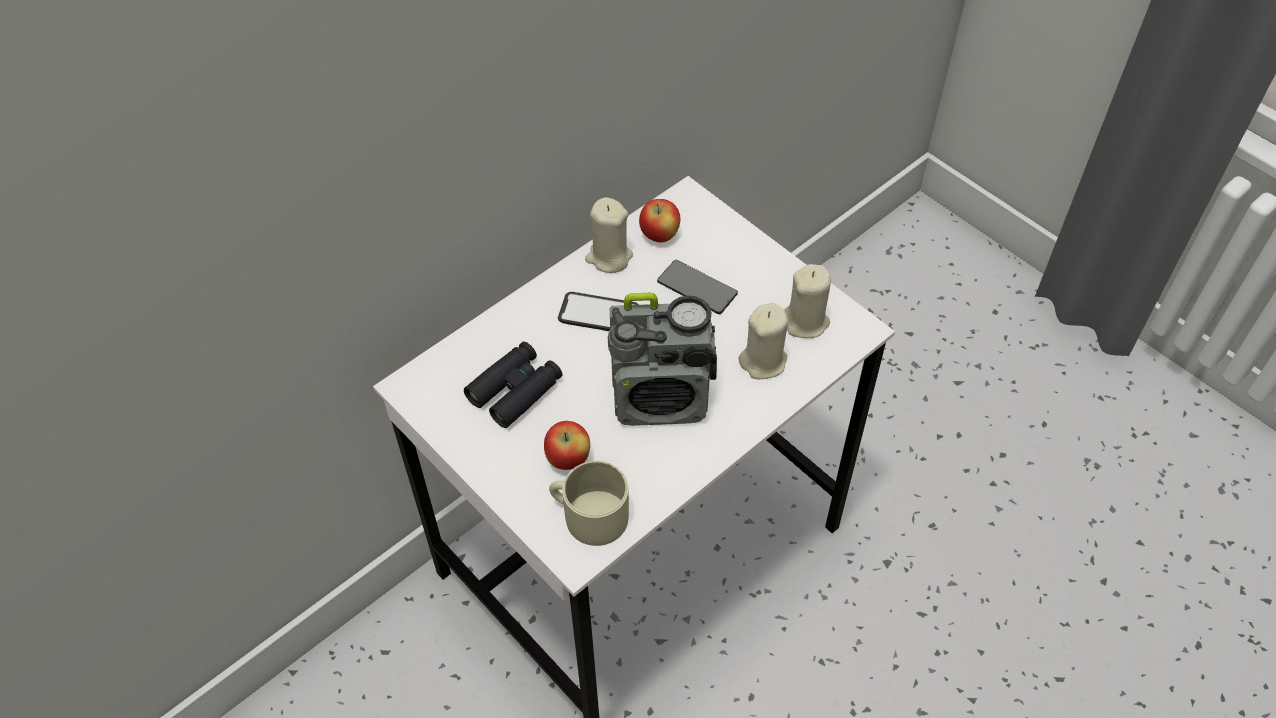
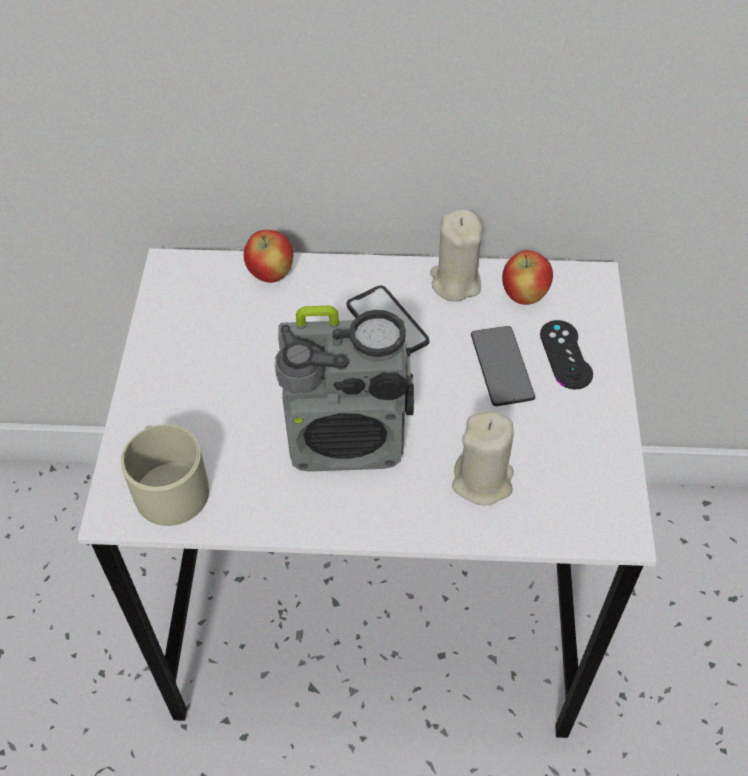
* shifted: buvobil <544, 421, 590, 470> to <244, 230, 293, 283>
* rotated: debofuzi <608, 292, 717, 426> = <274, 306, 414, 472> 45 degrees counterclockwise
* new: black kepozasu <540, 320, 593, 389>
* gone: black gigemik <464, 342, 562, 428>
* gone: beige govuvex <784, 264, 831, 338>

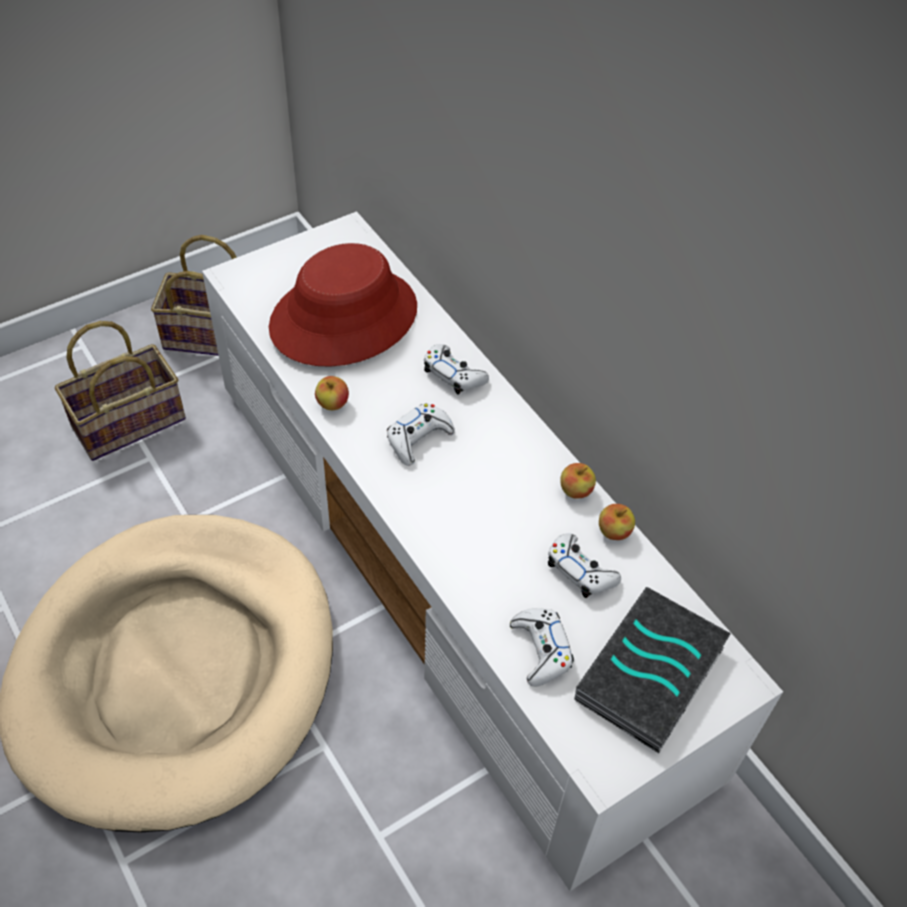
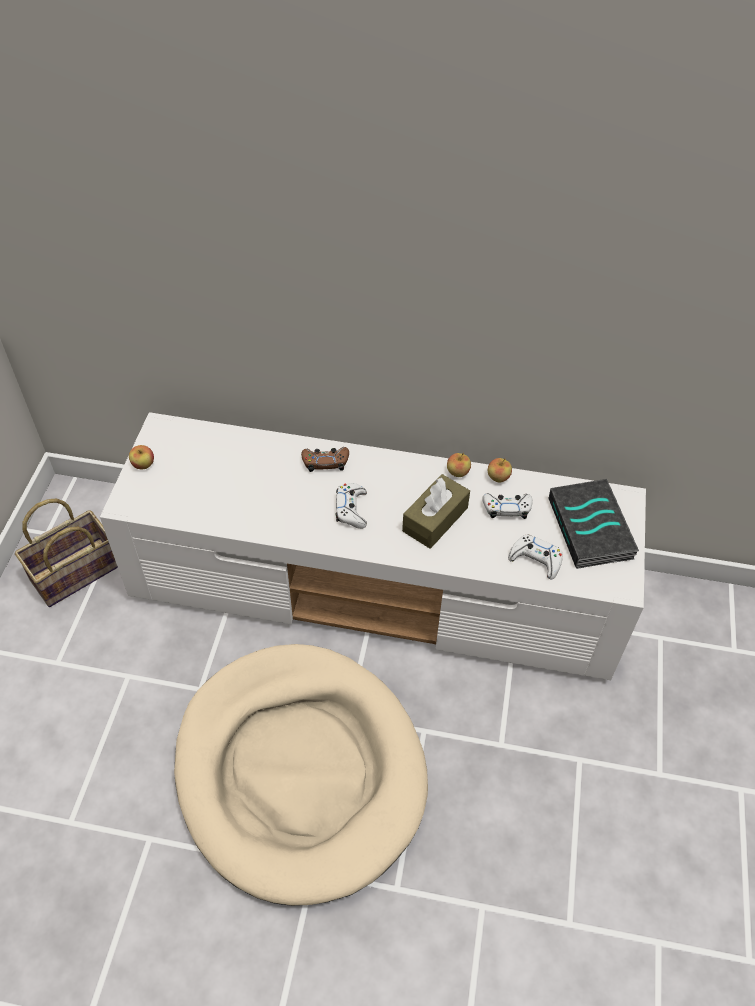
* shifted: buvobil <315, 376, 349, 410> to <129, 445, 154, 470>
* repainted: white kepozasu <424, 344, 489, 394> to brown kepozasu <301, 447, 349, 472>
* new: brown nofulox <402, 474, 470, 549>
* gone: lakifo <55, 321, 186, 461>
* gone: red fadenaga <269, 243, 417, 367>

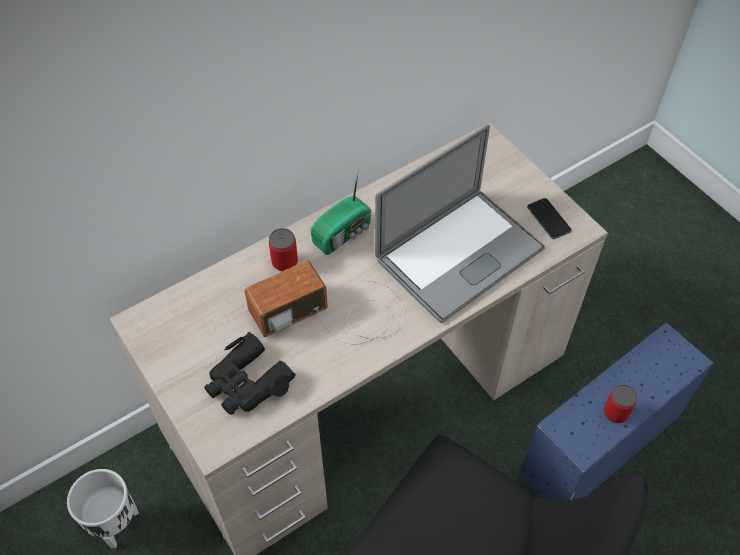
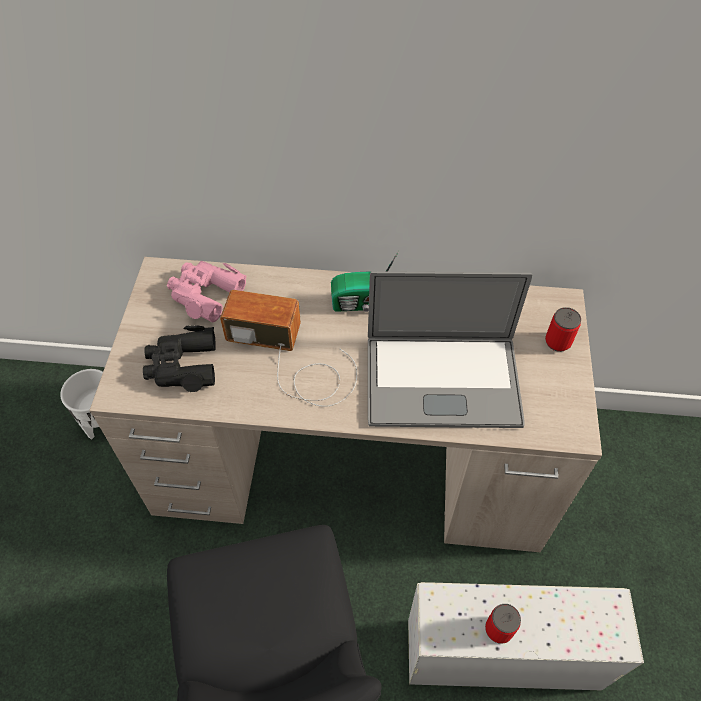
* new: pink gigemik <167, 261, 246, 322>
* repainted: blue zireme <519, 323, 714, 501> to white zireme <408, 582, 644, 691>
* shifted: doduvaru <269, 228, 298, 271> to <545, 307, 581, 352>
* gone: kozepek <527, 198, 572, 239>

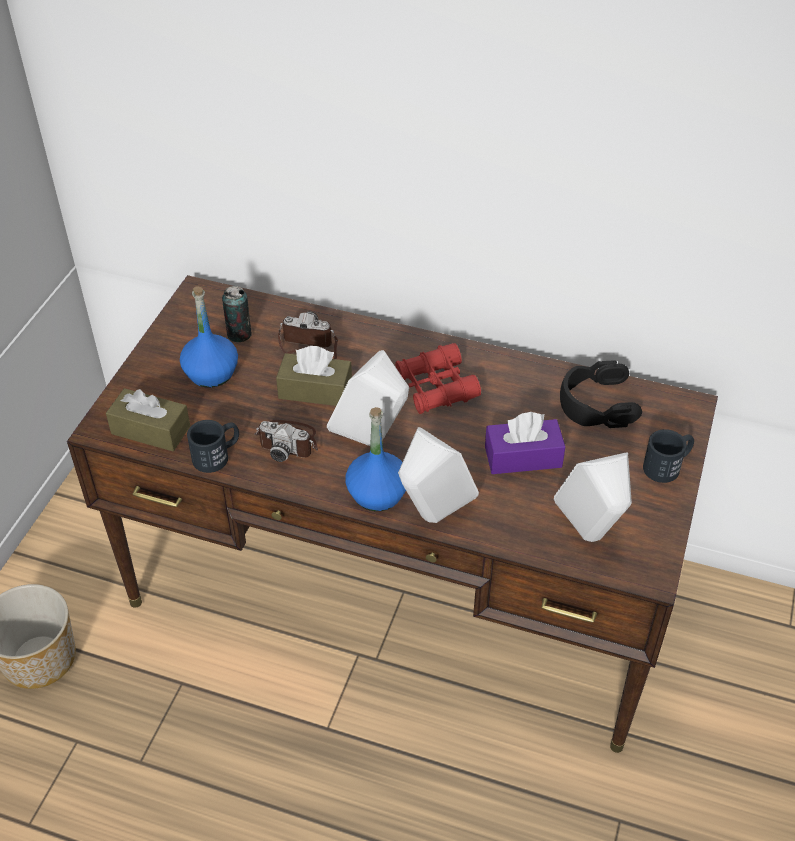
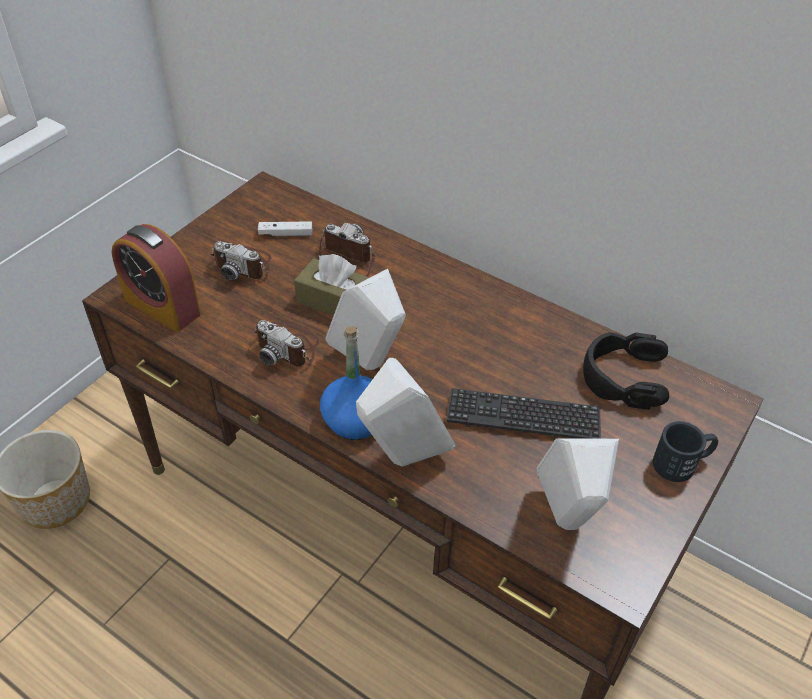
* swapped: brown nofulox <106, 388, 190, 451> to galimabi <112, 224, 201, 332>
* swapped: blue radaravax <180, 287, 238, 388> to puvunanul <211, 241, 272, 280>
* swapped: doduvaru <222, 286, 252, 342> to white kepozasu <258, 221, 312, 236>
* swapped: purple nofulox <485, 412, 565, 474> to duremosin <446, 388, 601, 439>
* gone: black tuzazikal <187, 420, 239, 473>
* gone: red gigemik <395, 343, 481, 414>

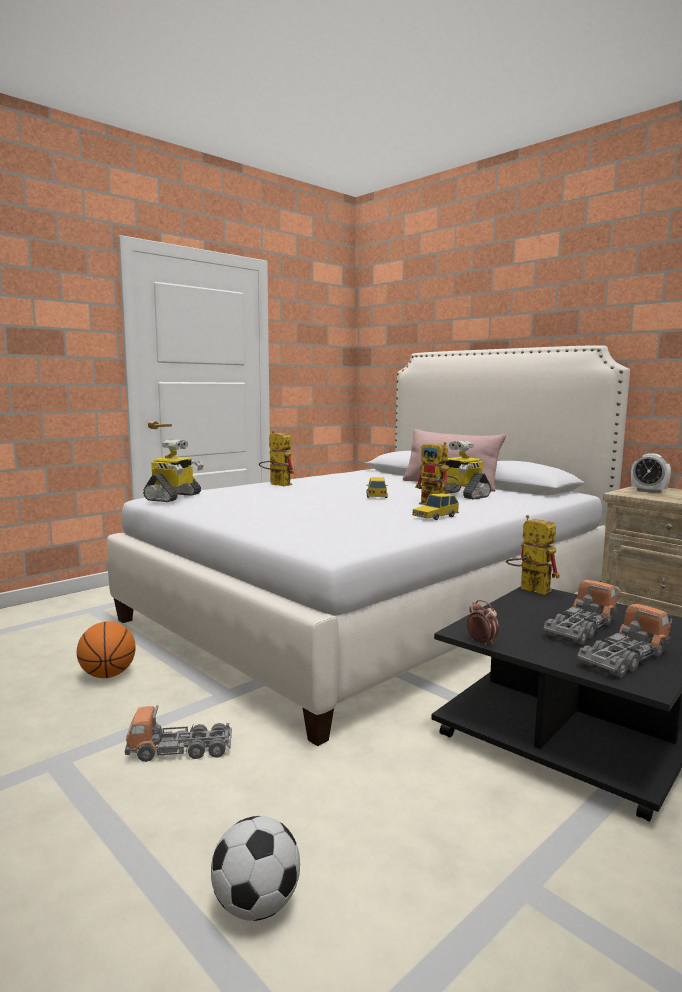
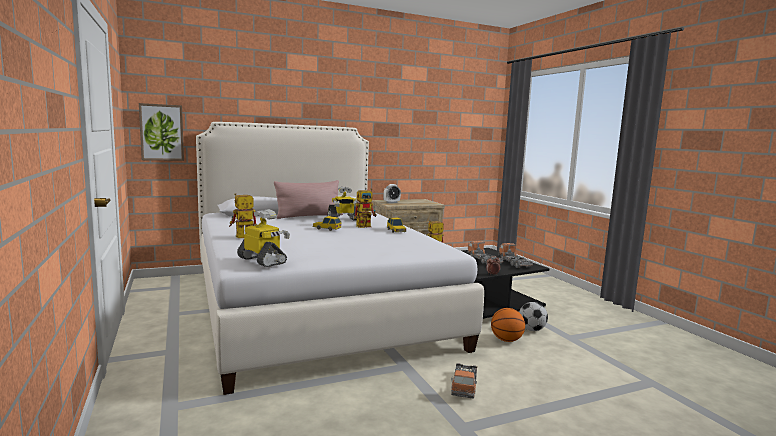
* new: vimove <139, 103, 184, 161>
* shifted: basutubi <77, 621, 136, 678> to <491, 308, 525, 342>
* shifted: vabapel <211, 816, 300, 921> to <519, 302, 548, 331>

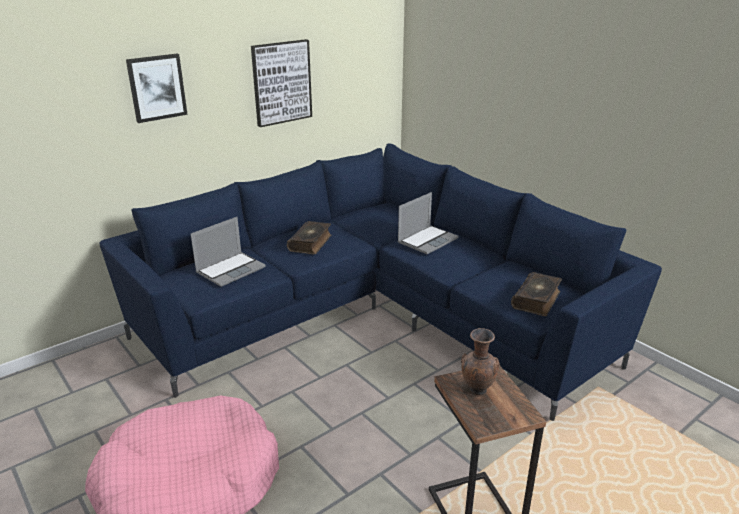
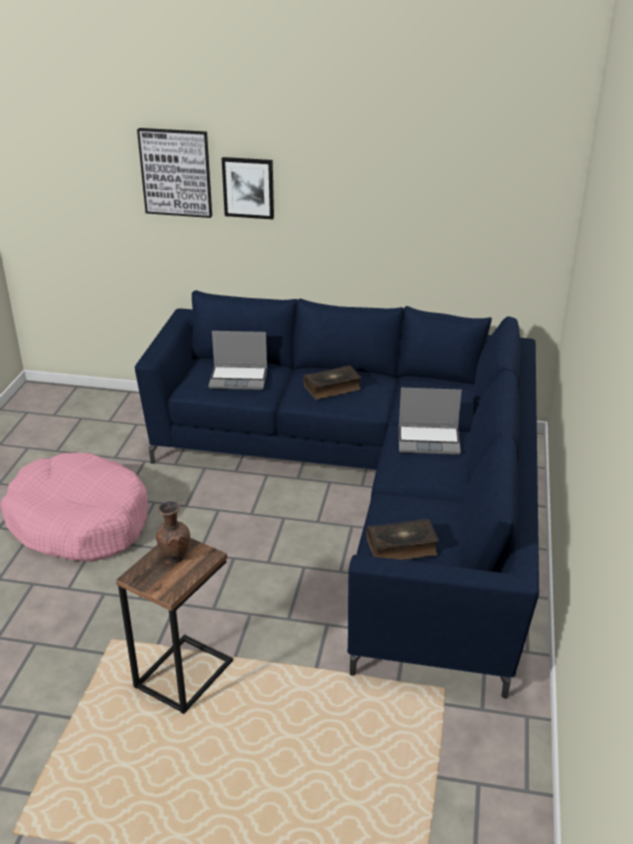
* shifted: vimove <251, 39, 312, 127> to <137, 128, 212, 218>

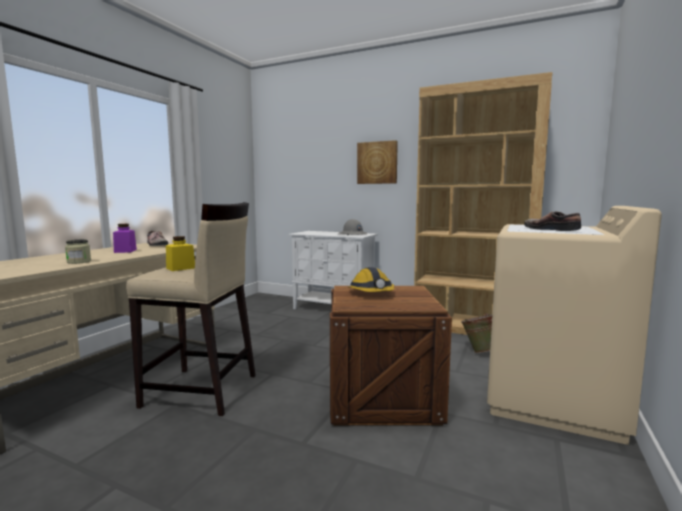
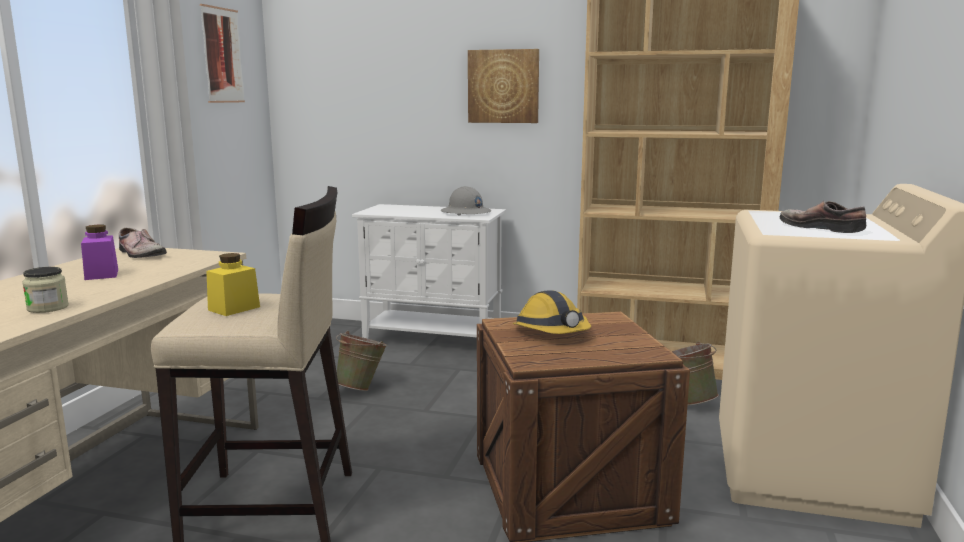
* new: vimove <200, 4, 245, 103>
* new: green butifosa <336, 331, 388, 391>

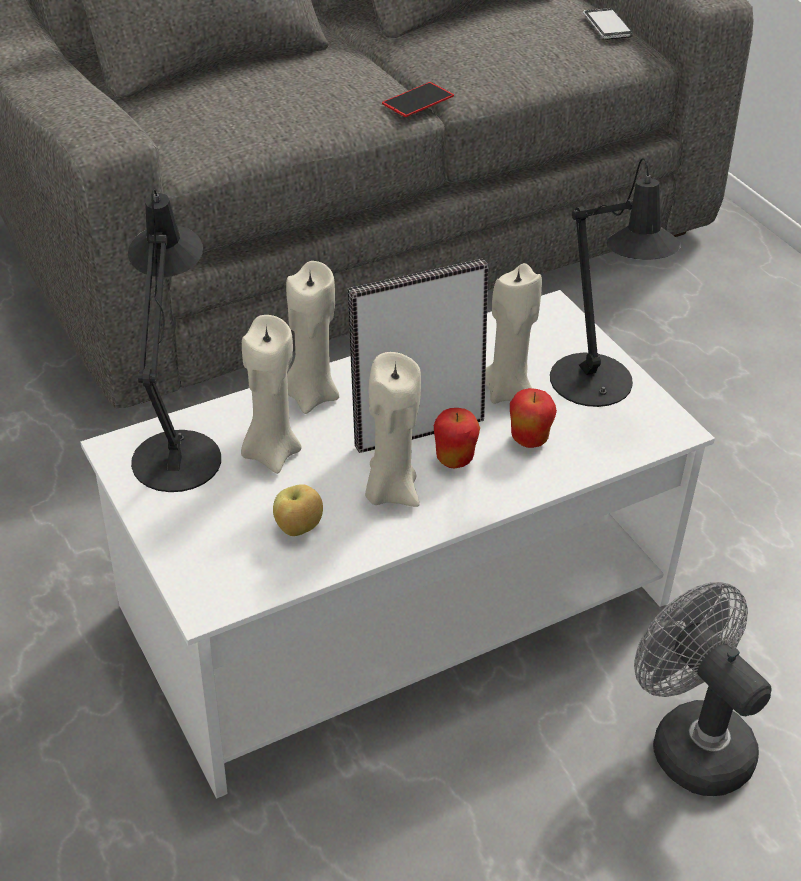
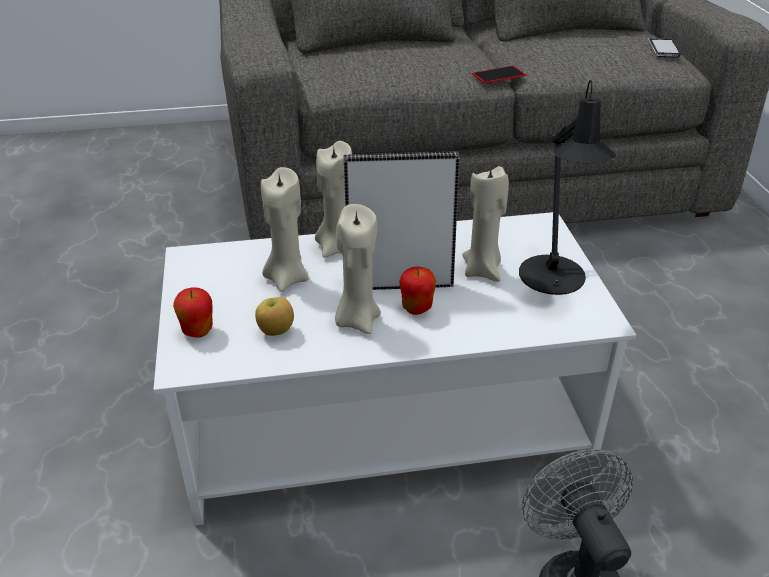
* shifted: buvobil <510, 388, 557, 448> to <173, 287, 213, 337>
* gone: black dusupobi <128, 189, 221, 492>

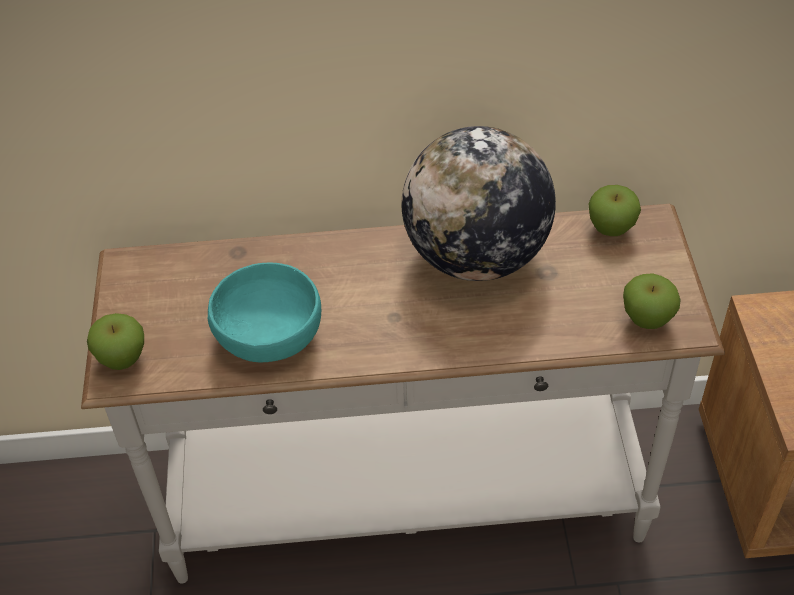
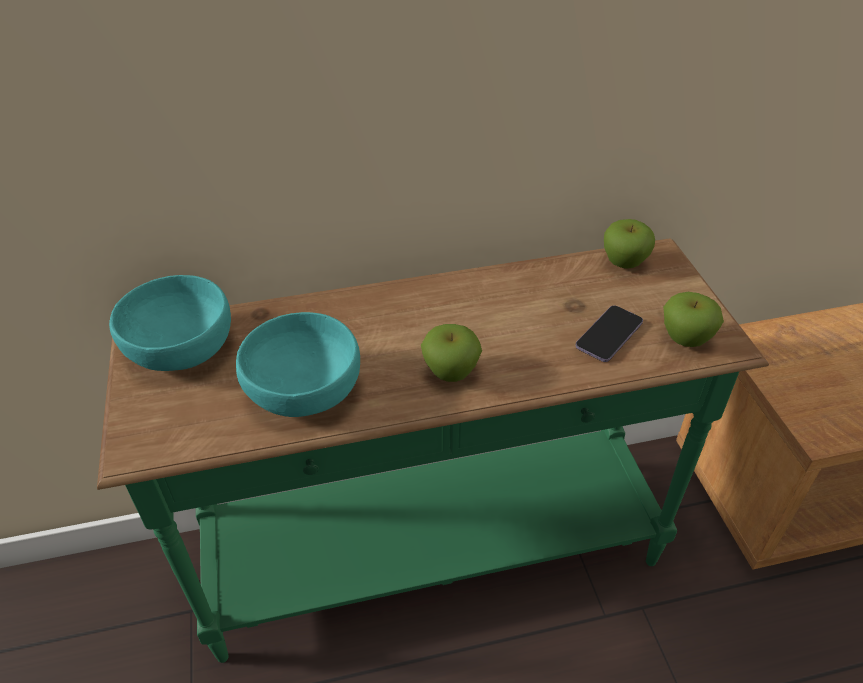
* repainted: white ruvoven <81, 204, 725, 584> to green ruvoven <97, 238, 769, 663>
* new: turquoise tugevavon <109, 275, 231, 371>
* shifted: buvobil <87, 313, 144, 370> to <421, 324, 482, 382>
* new: kozepek <575, 306, 643, 362>
* gone: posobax <401, 126, 556, 281>

